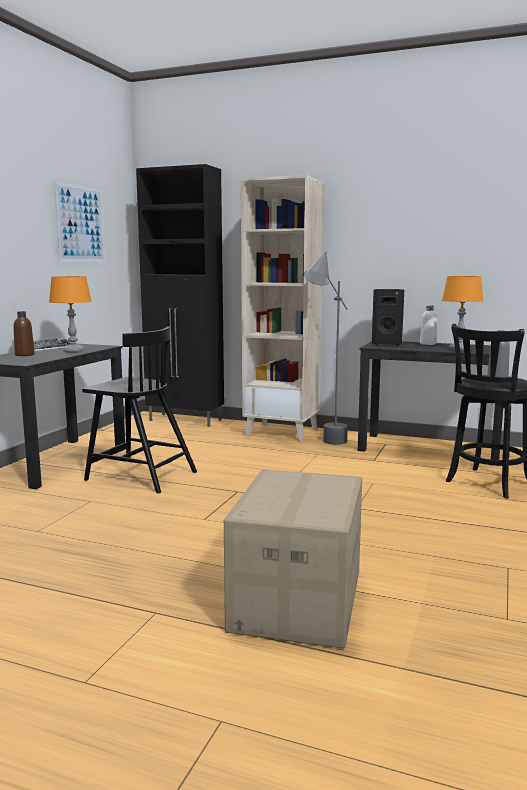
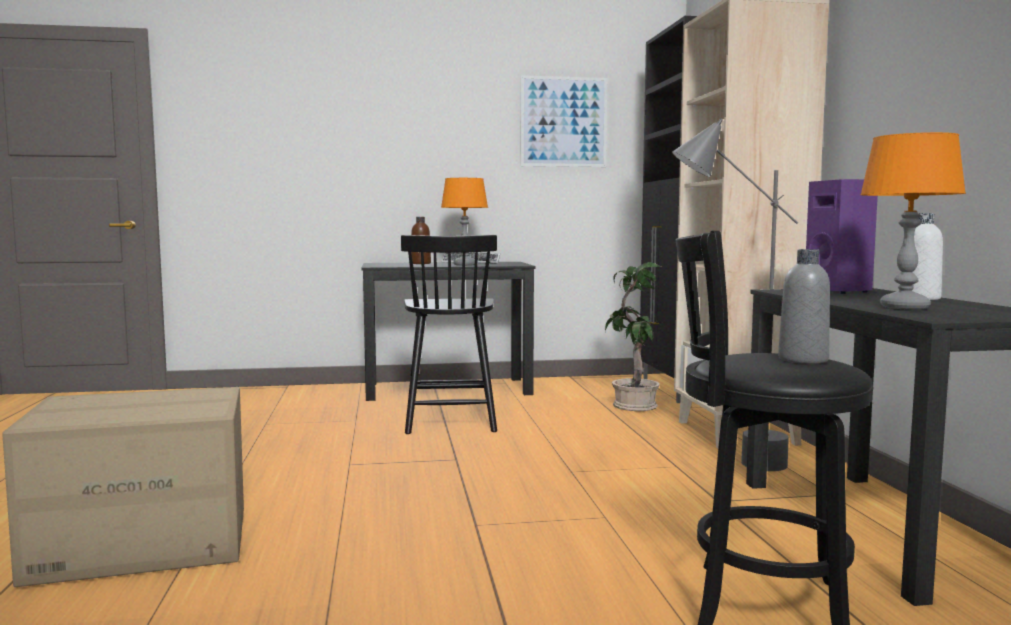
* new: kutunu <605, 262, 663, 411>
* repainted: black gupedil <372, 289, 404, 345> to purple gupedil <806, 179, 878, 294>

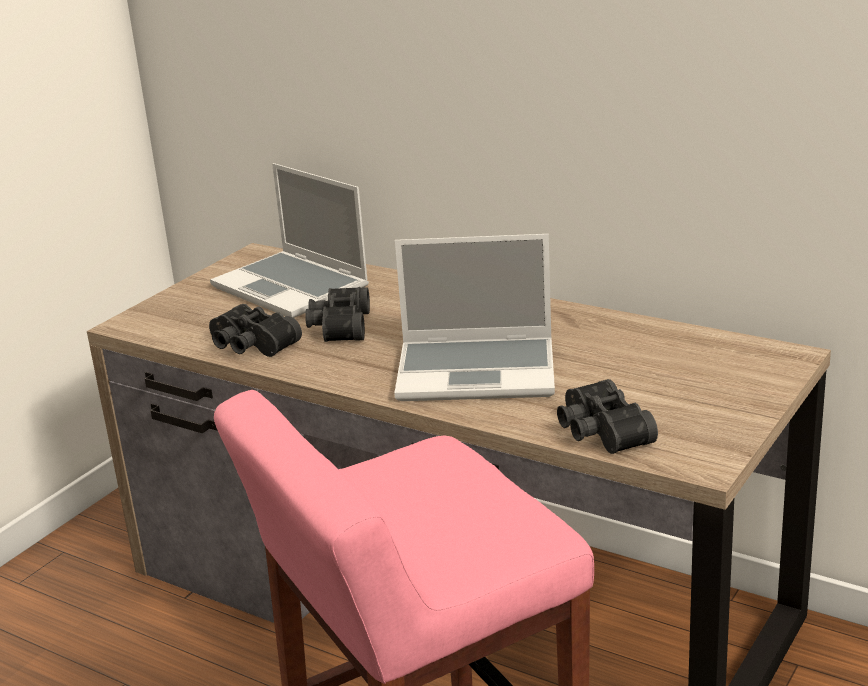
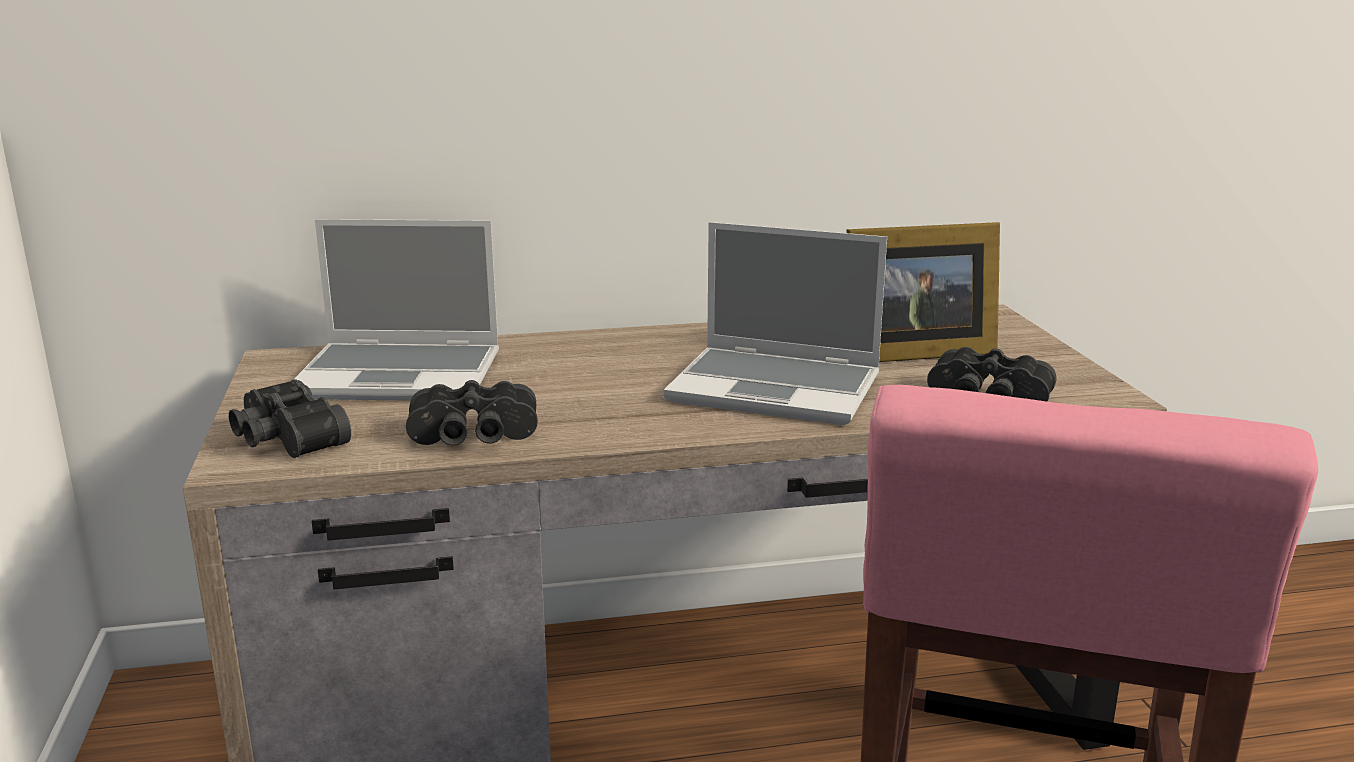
* shifted: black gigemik <305, 287, 370, 342> to <229, 379, 351, 458>
* rotated: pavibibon <394, 234, 555, 401> = <664, 222, 887, 425> 60 degrees clockwise
* new: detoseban <846, 222, 1000, 362>

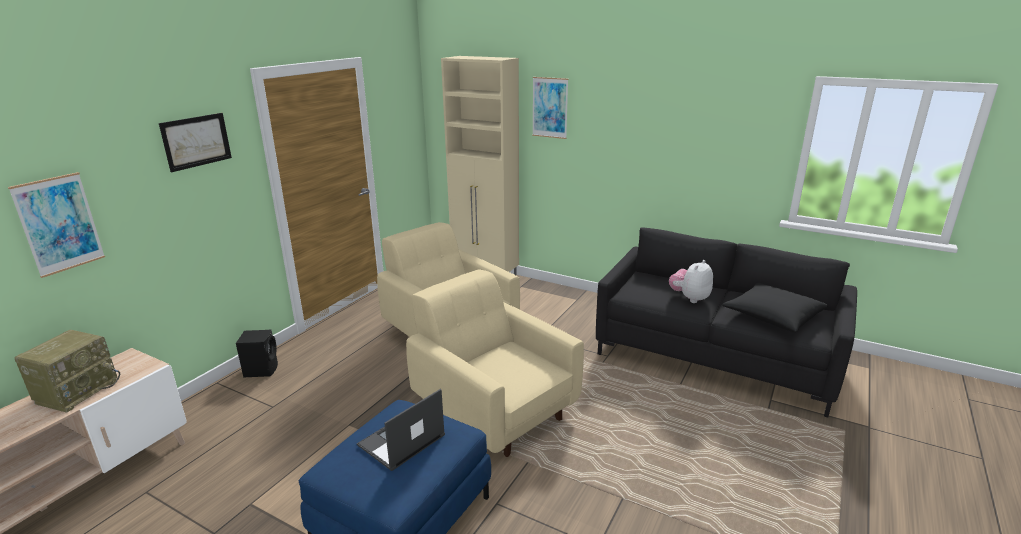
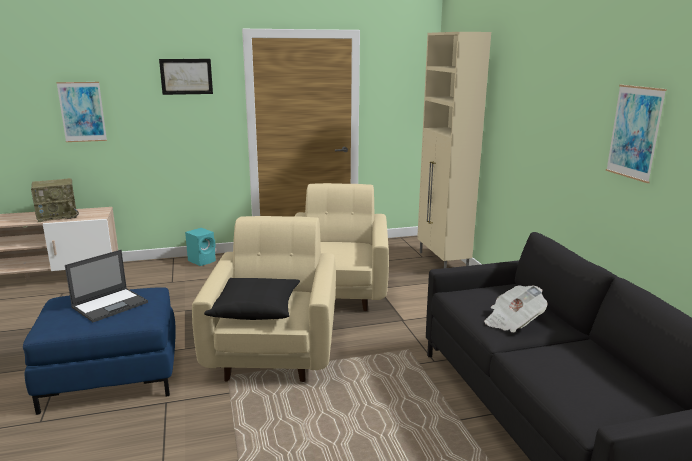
* rotated: pavibibon <357, 389, 445, 471> = <65, 250, 148, 322> 135 degrees clockwise
* repainted: black gupedil <236, 330, 278, 377> to turquoise gupedil <185, 228, 216, 266>
* shifted: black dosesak <722, 283, 828, 332> to <204, 278, 300, 320>
* swapped: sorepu <669, 260, 713, 303> to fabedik <484, 285, 548, 332>
* shifted: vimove <532, 77, 568, 139> to <606, 85, 667, 183>

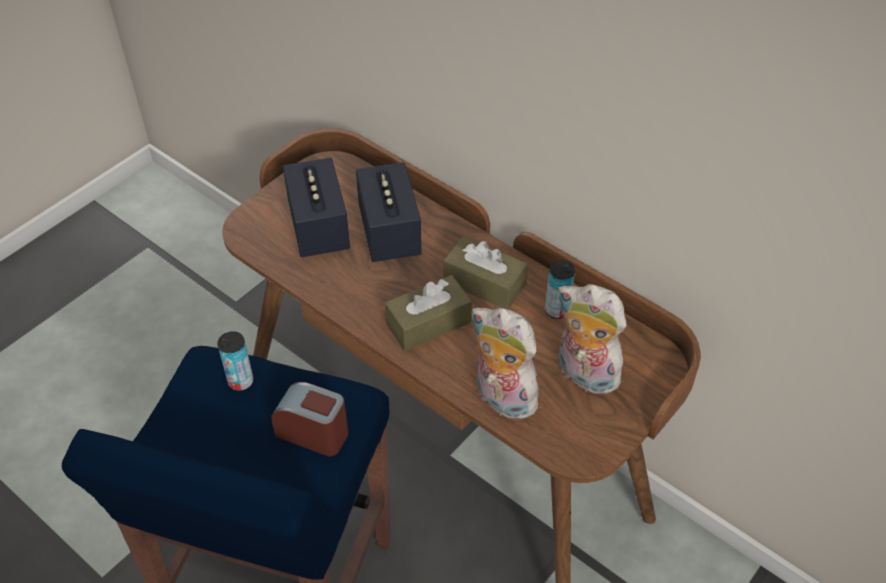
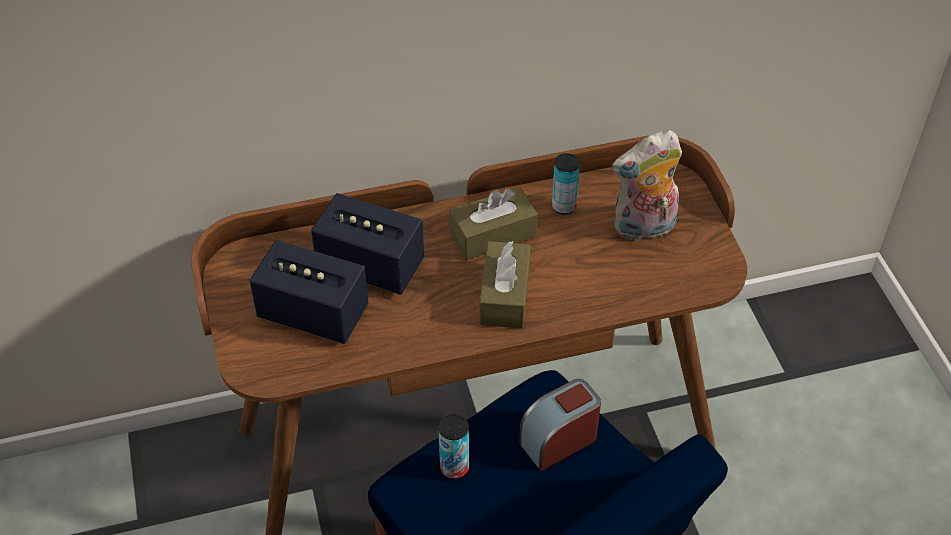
* gone: sorepu <471, 308, 542, 420>

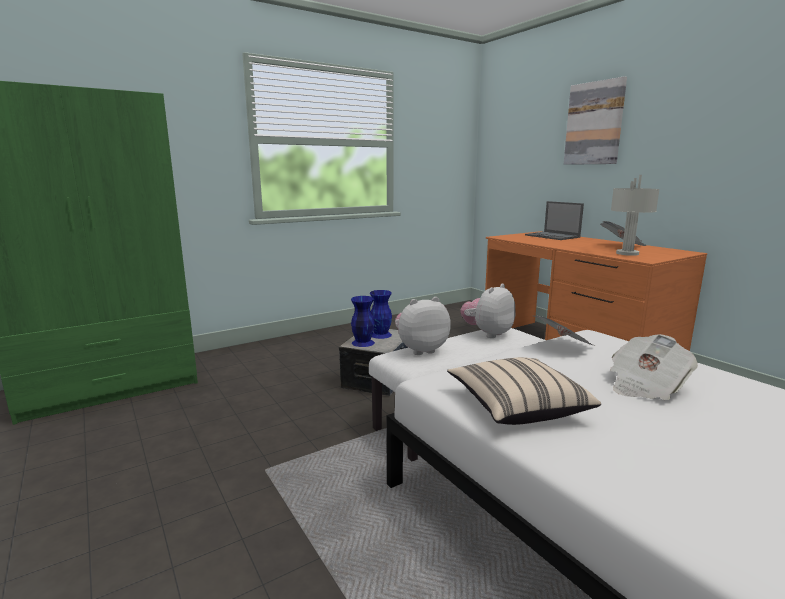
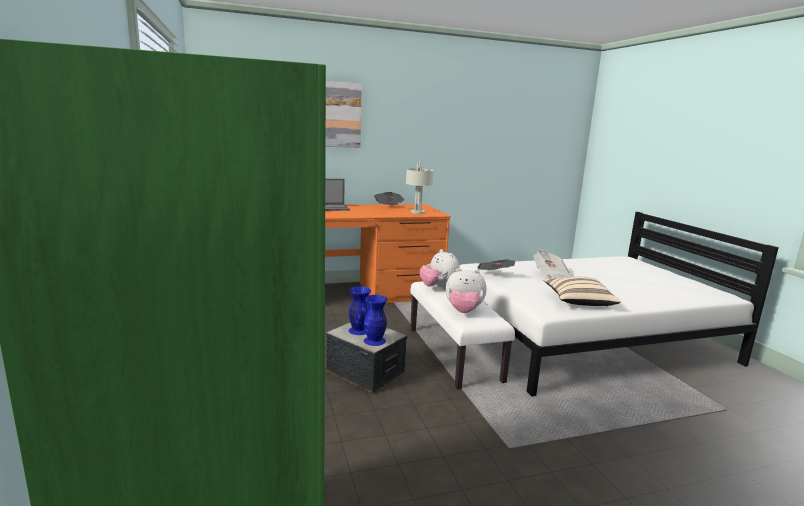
* rotated: sorepu <395, 297, 451, 355> = <446, 268, 487, 313> 75 degrees counterclockwise

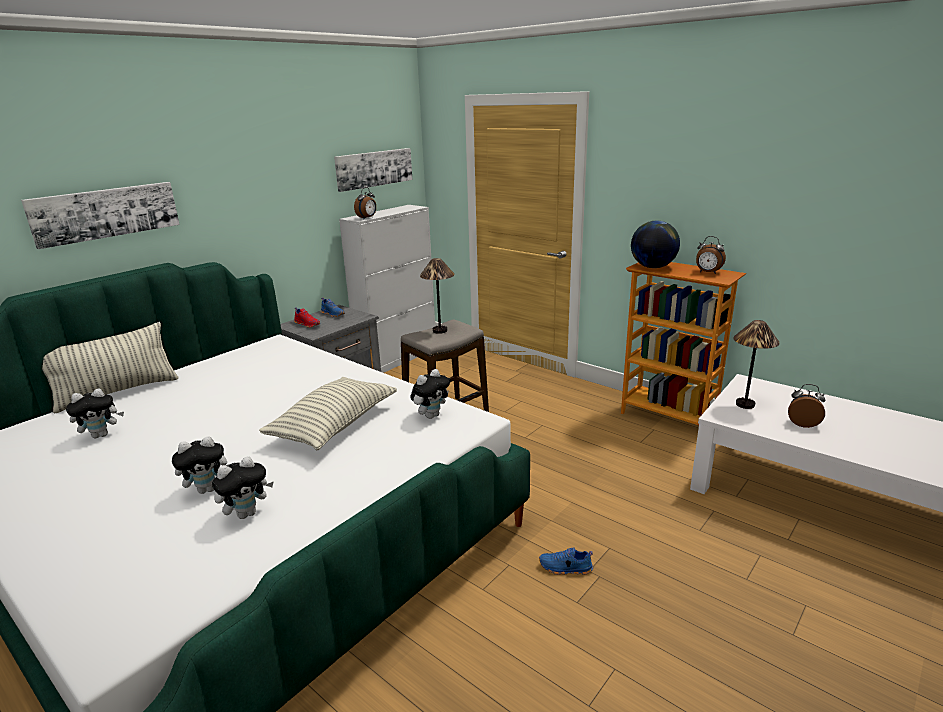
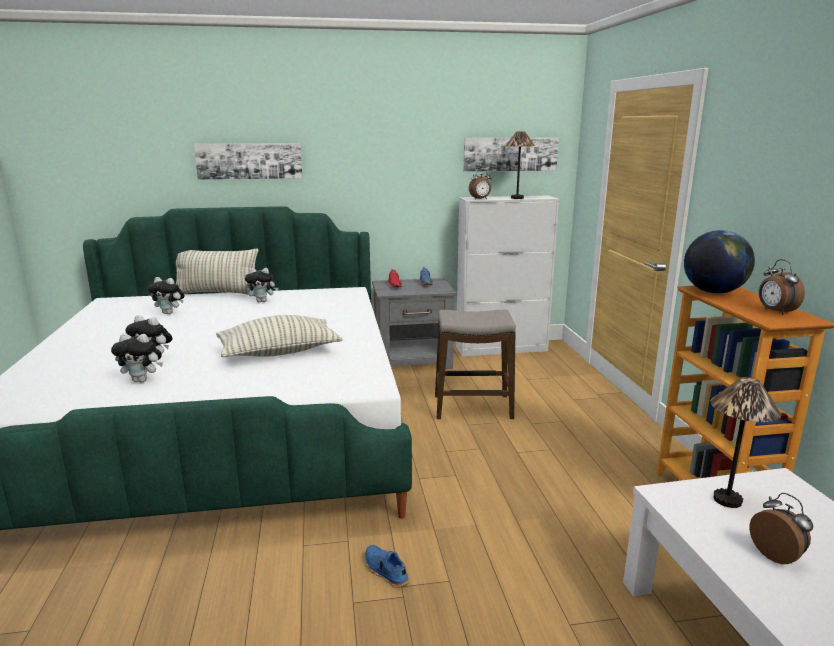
* shifted: sorepu <410, 369, 450, 419> to <245, 268, 279, 302>
* shifted: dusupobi <420, 258, 454, 334> to <505, 132, 535, 199>

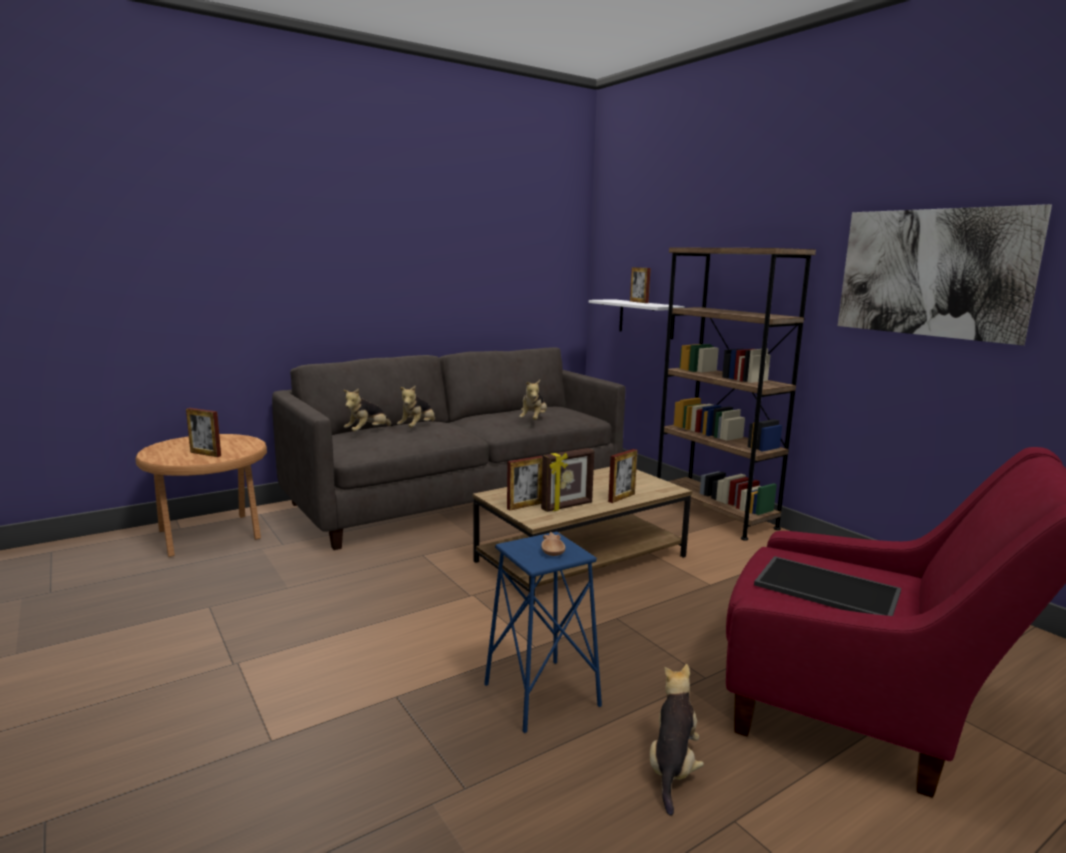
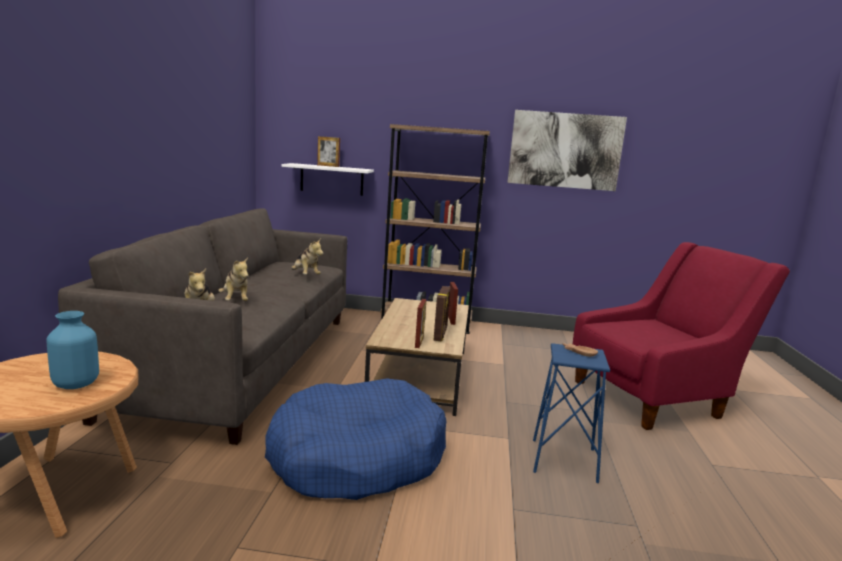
* swapped: detoseban <186, 408, 221, 457> to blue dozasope <46, 311, 99, 389>
* new: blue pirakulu <265, 378, 446, 500>
* gone: sorepu <650, 664, 704, 816>
* gone: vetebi <754, 556, 901, 616>

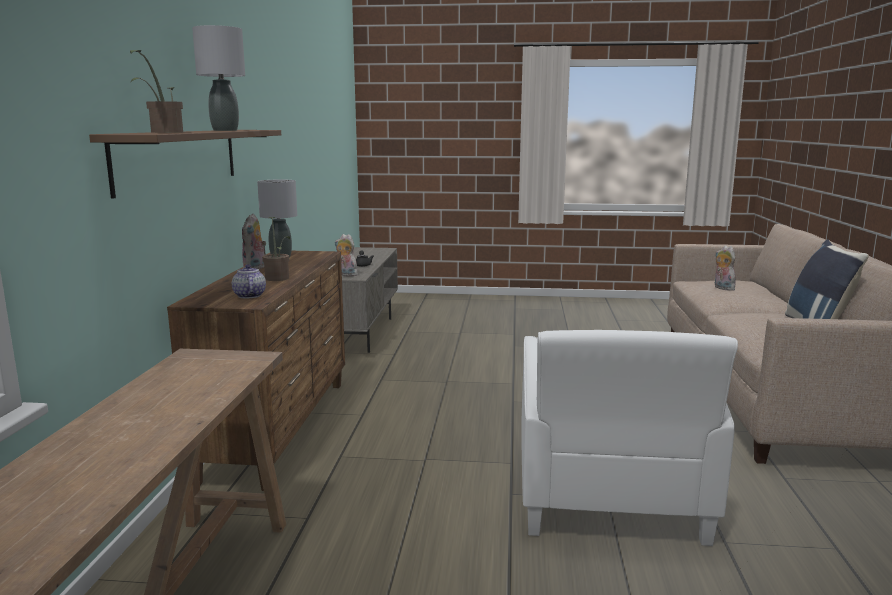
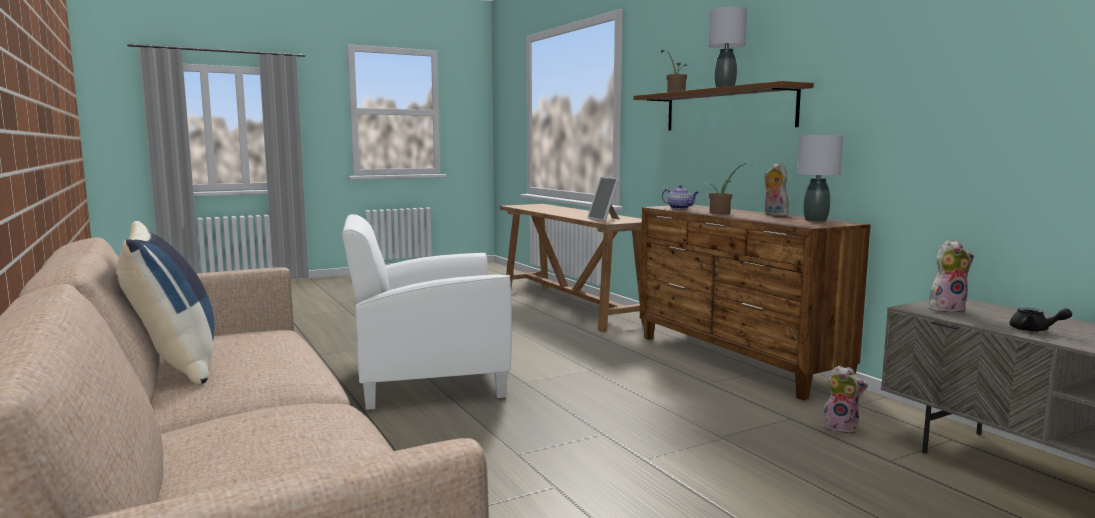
* rotated: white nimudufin <521, 330, 738, 546> = <342, 214, 512, 410> 75 degrees counterclockwise
* new: detoseban <587, 177, 619, 221>
* shifted: sorepu <715, 245, 736, 291> to <822, 365, 868, 434>

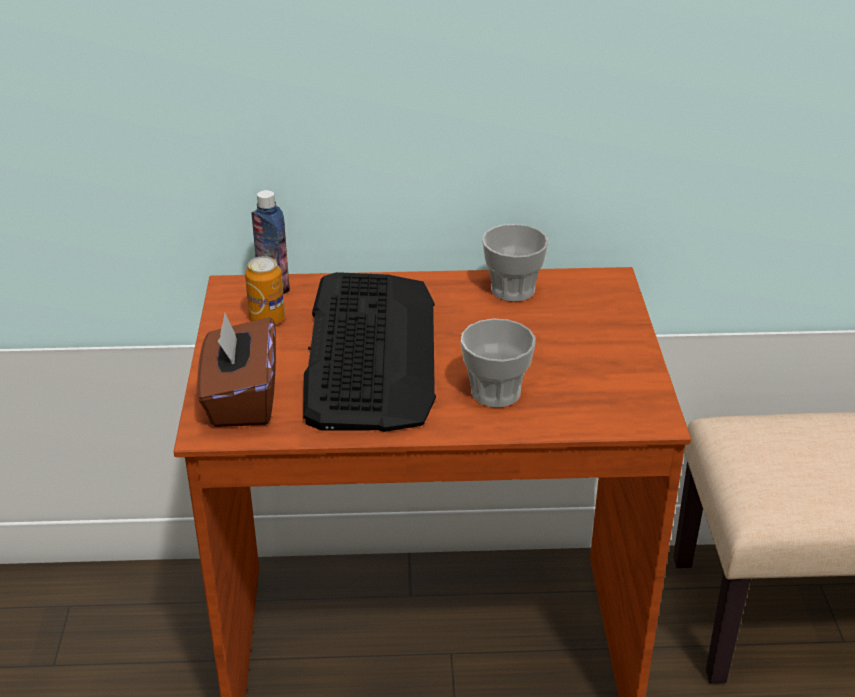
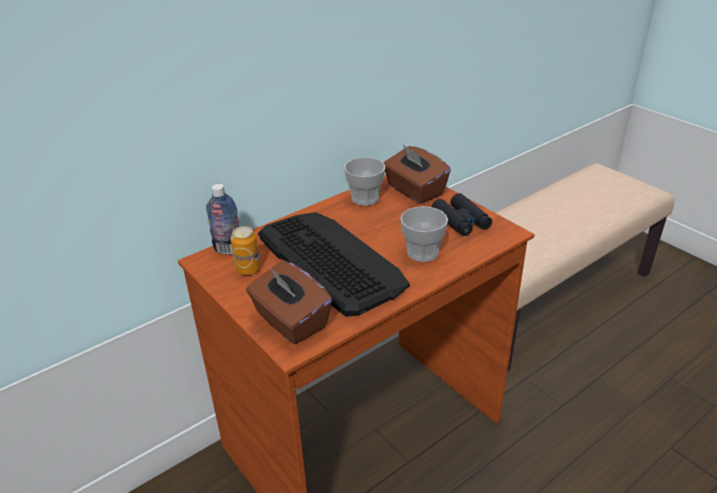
* new: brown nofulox <383, 145, 451, 204>
* new: black gigemik <432, 193, 492, 236>

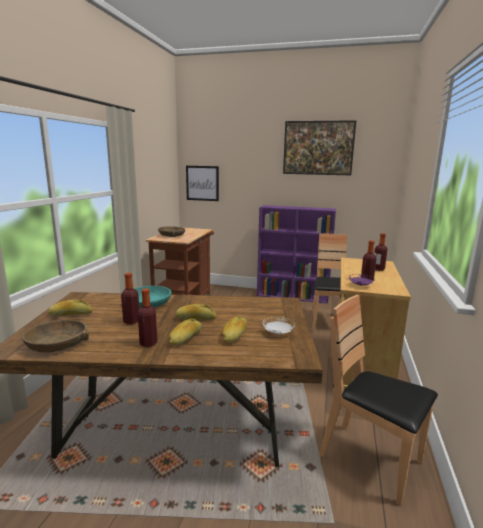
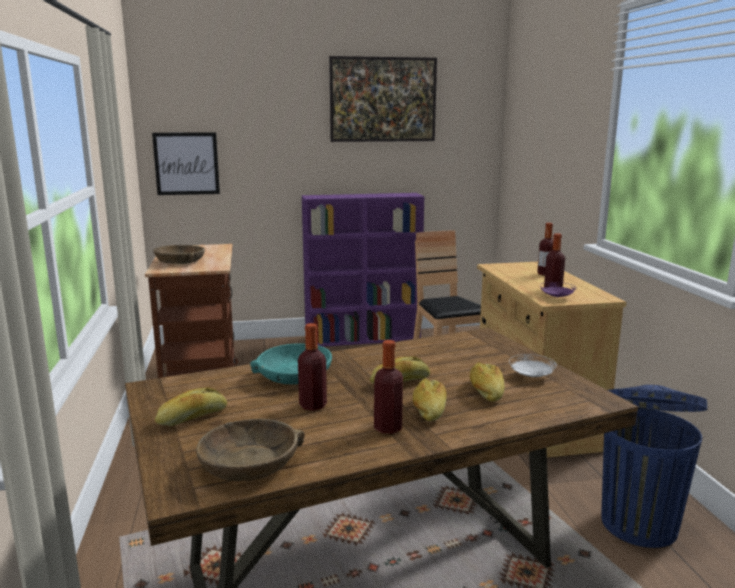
* swapped: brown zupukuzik <319, 295, 438, 506> to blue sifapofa <602, 385, 707, 548>

